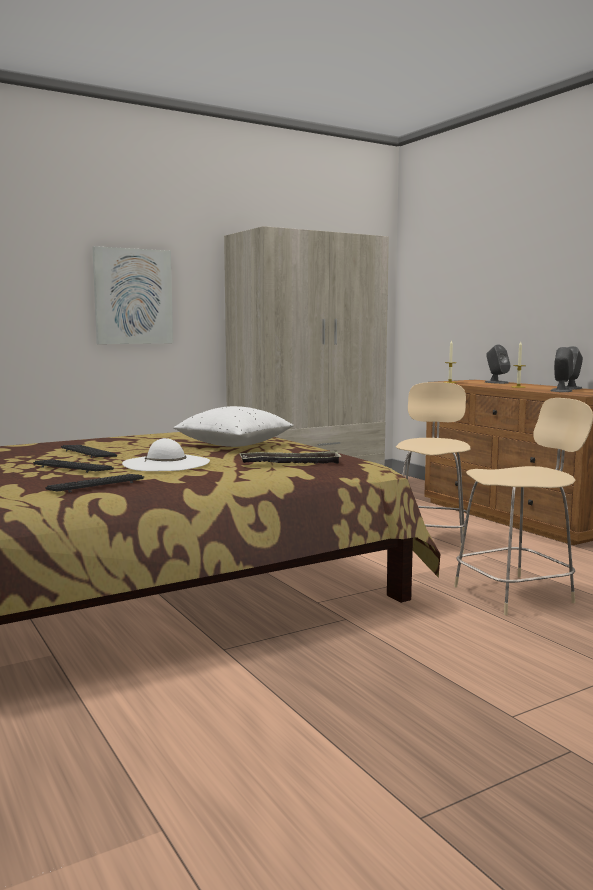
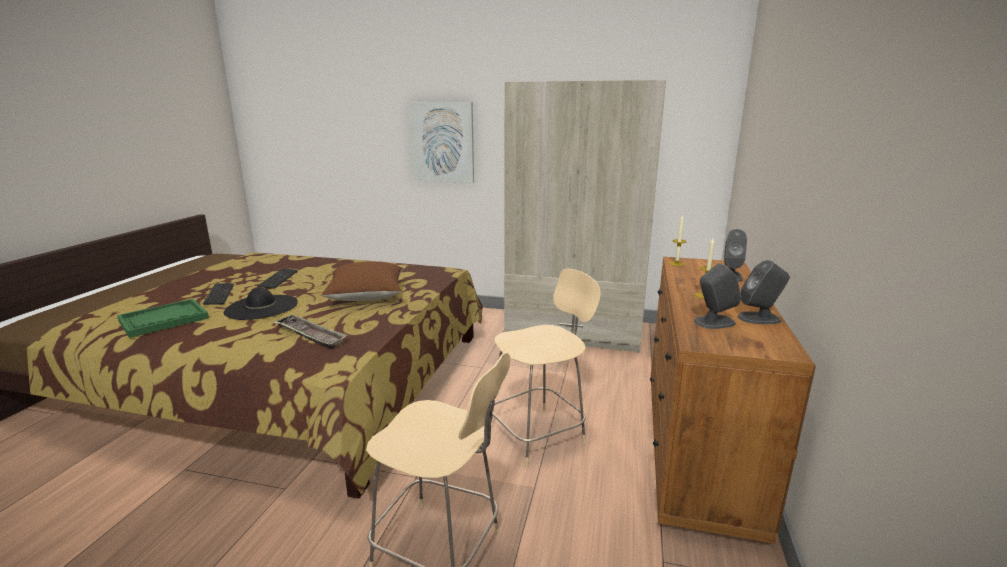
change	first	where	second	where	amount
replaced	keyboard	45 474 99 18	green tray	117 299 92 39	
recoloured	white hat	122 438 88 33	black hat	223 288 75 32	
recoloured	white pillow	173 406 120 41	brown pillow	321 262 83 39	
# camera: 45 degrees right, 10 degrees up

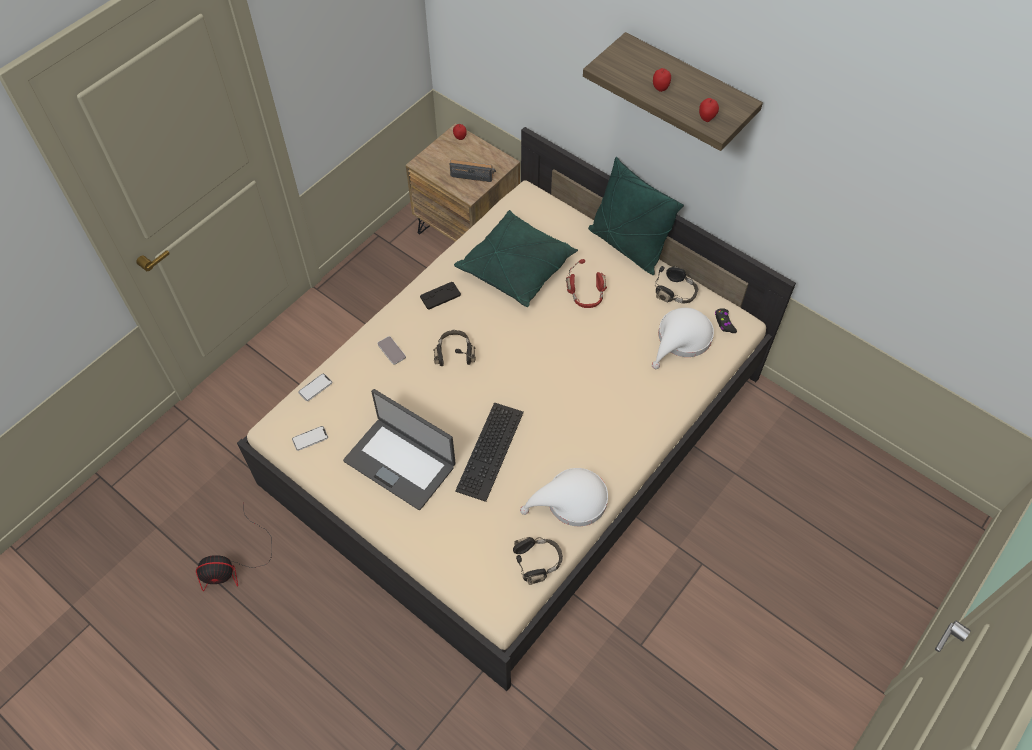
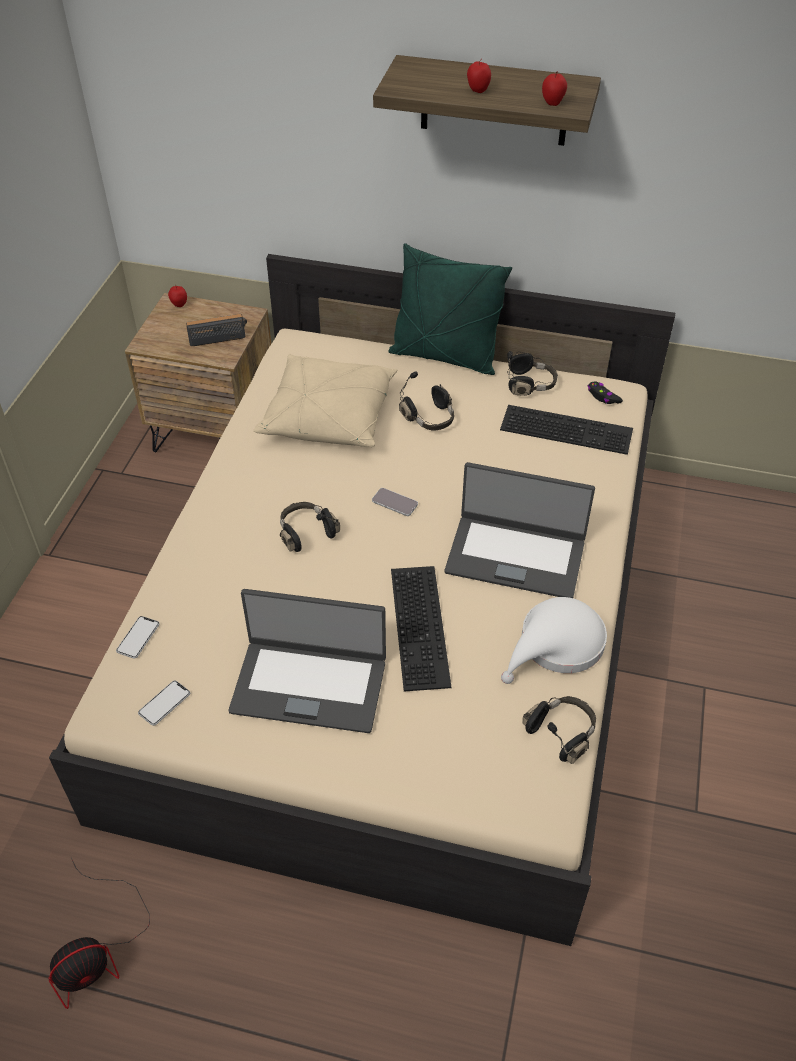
change	first	where	second	where	amount
removed	black game controller	420 282 41 27			
added			laptop	445 462 150 136	
moved	phone	377 336 29 29		372 488 46 28	
replaced	white hat	652 308 62 61	keyboard	500 405 133 50	
recoloured	green pillow	454 210 124 97	beige pillow	254 354 143 93	
recoloured	red headphones	566 259 41 49	black headphones	399 372 55 59	
# camera: 25 degrees left, 10 degrees down

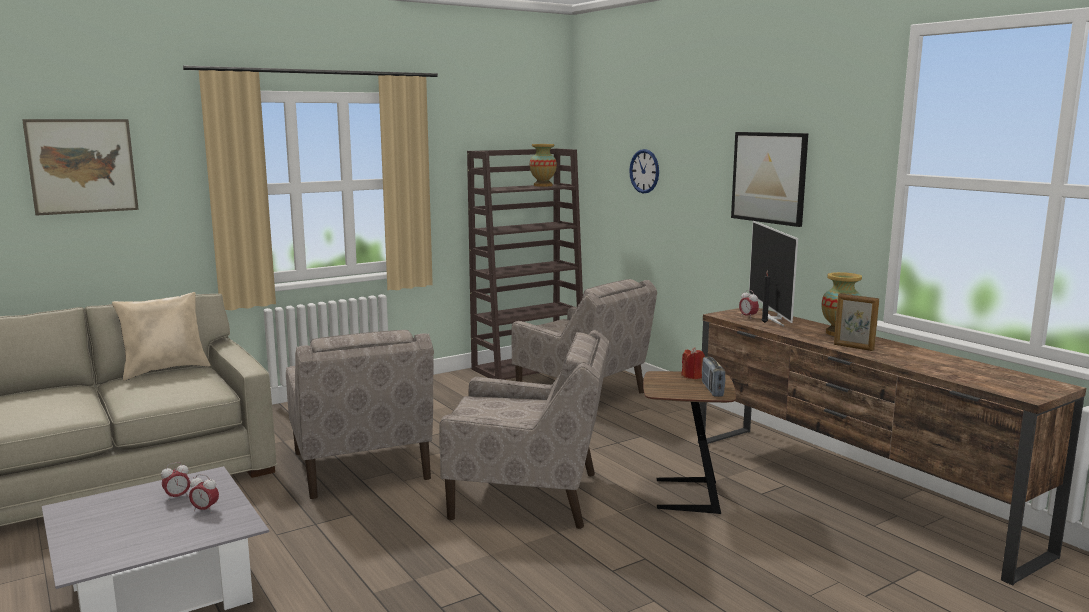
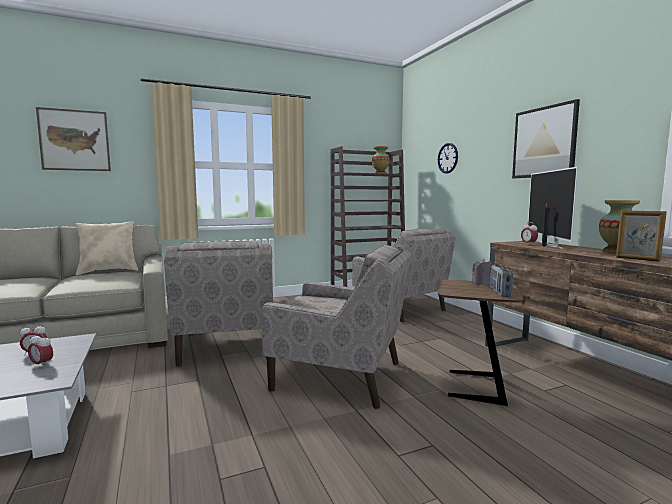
change	first	where	second	where	amount
recoloured	red candle	681 347 24 32	grey candle	472 259 20 26	
# camera: 10 degrees right, 5 degrees down

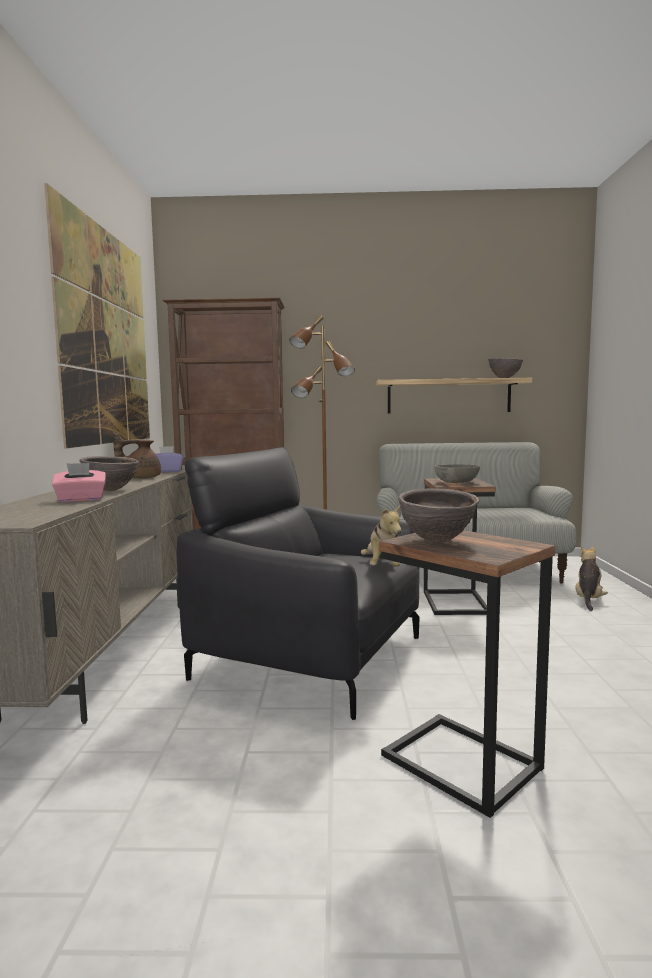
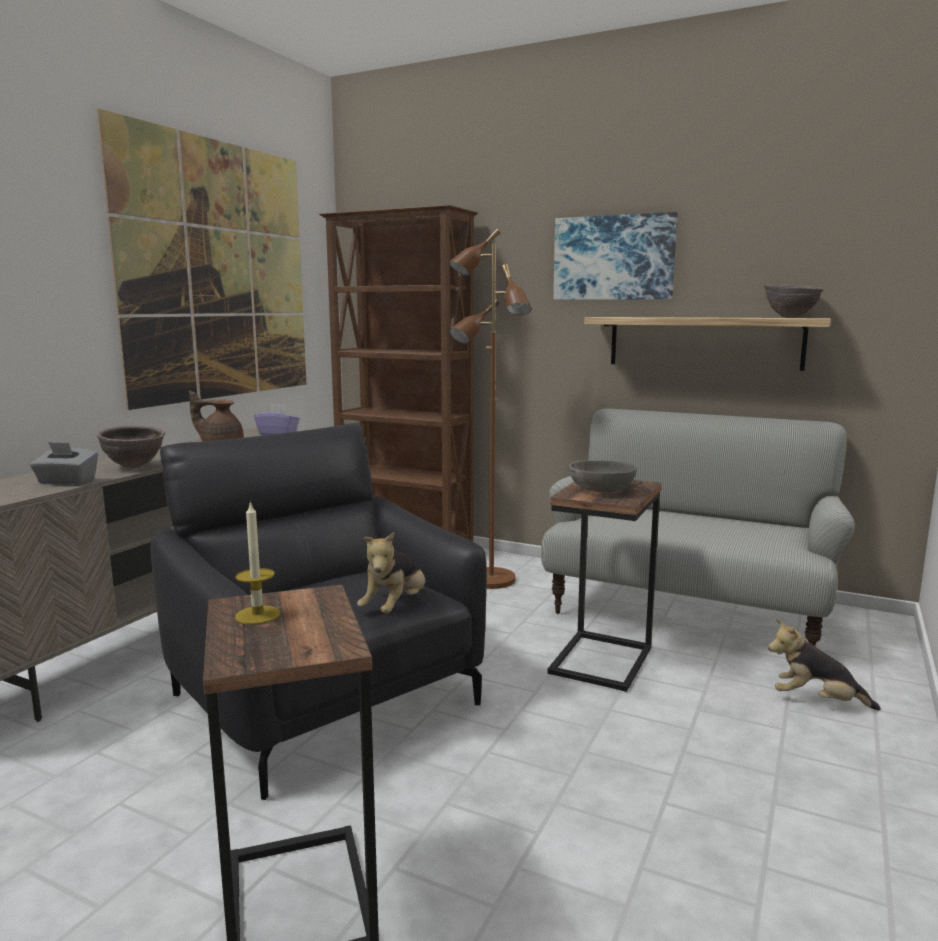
change	first	where	second	where	amount
added			picture	553 212 124 88	
replaced	brown bowl	398 488 81 55	candle	235 501 45 124	
recoloured	pink tissue box	52 463 54 39	grey tissue box	30 442 68 43	
turned	plush toy	575 546 33 65		768 620 113 90	120 degrees counterclockwise
# camera: 25 degrees right, 5 degrees up

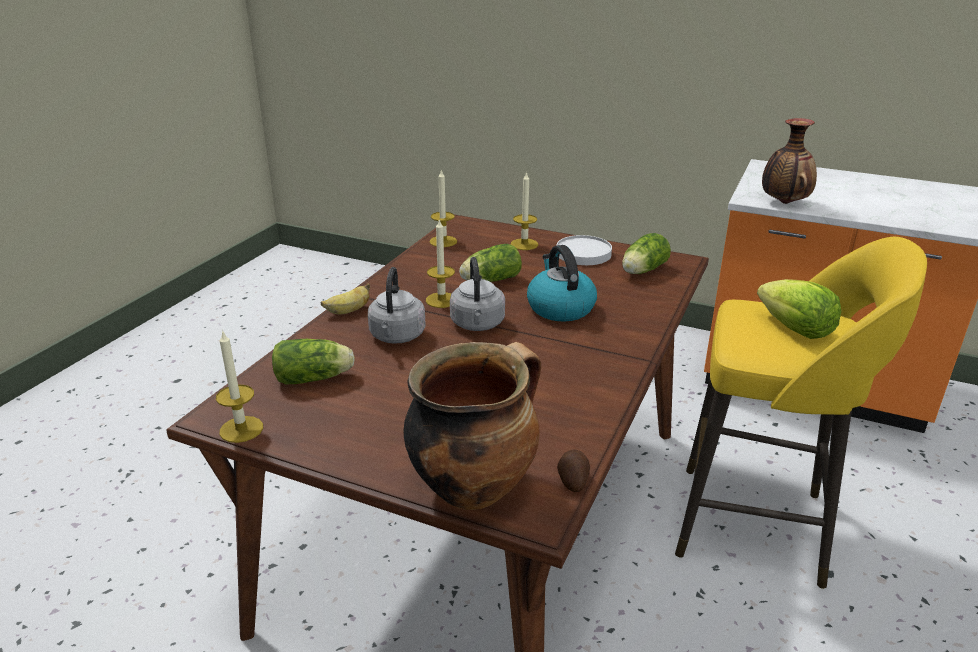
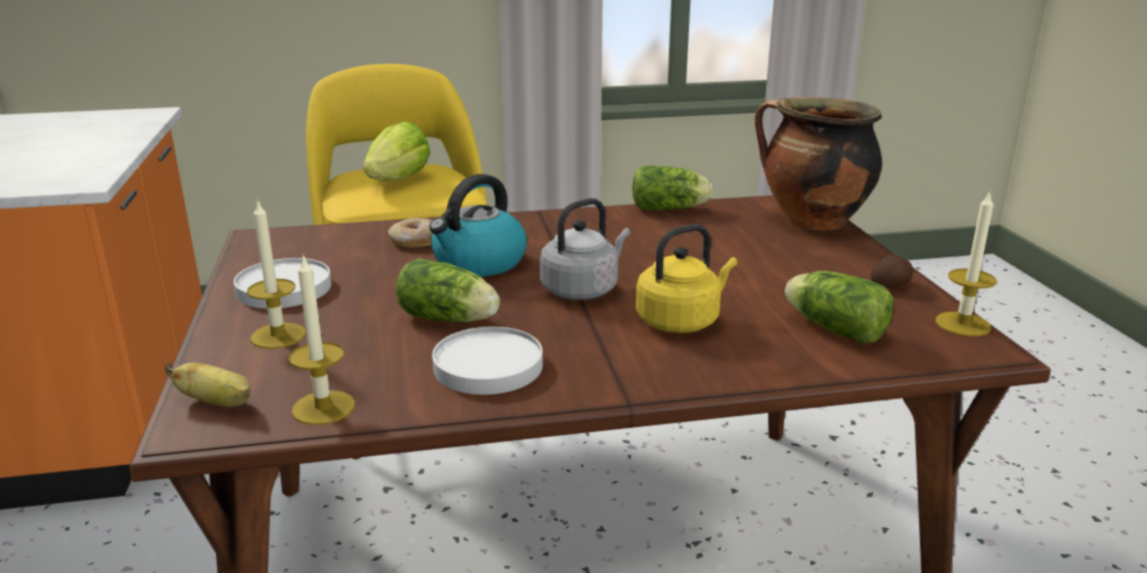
change	first	where	second	where	amount
removed	candle	426 218 29 90			
removed	vase	762 118 55 86			
added			donut	388 218 45 30	
added			white plate	432 327 111 68	
moved	banana	321 283 49 31		165 362 86 45	
moved	potato	557 450 33 42		871 254 42 34	
moved	lettuce	622 233 49 41		632 166 81 44	
recoloured	grey kettle	368 267 58 77	yellow kettle	636 224 101 109	
# camera: 125 degrees left, 5 degrees down

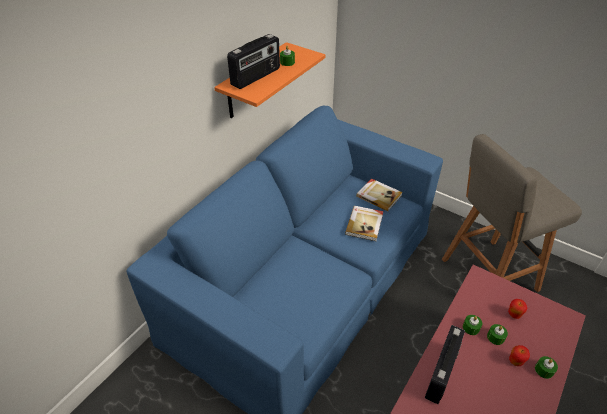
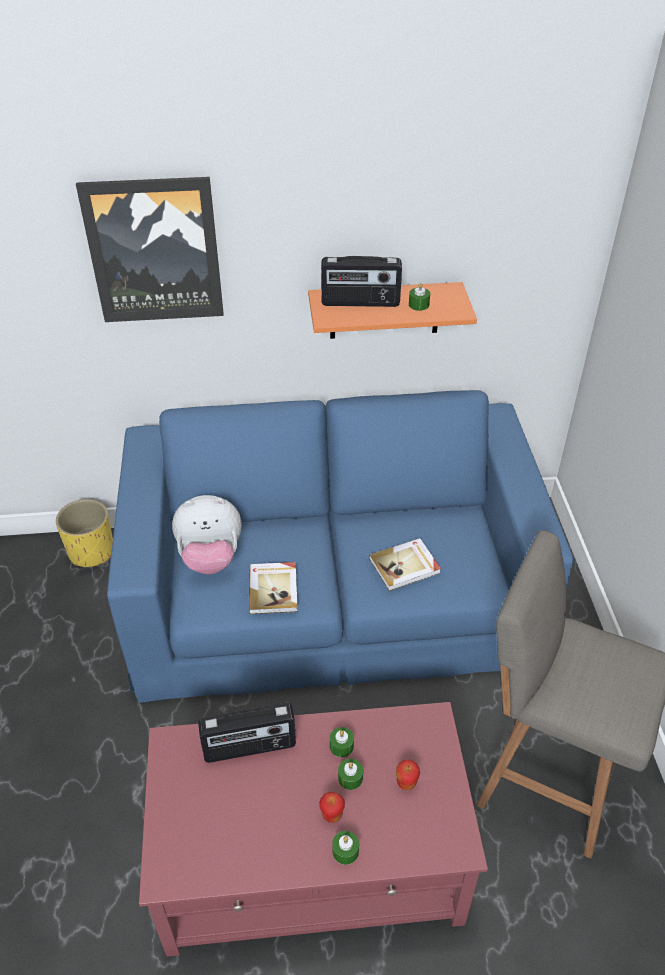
change	first	where	second	where	amount
added			yellow planter	56 499 57 68	
added			picture	76 177 148 145	
added			plush toy	172 495 70 79	
moved	book	356 178 47 33		249 562 49 52	
# camera: 50 degrees right, 0 degrees up

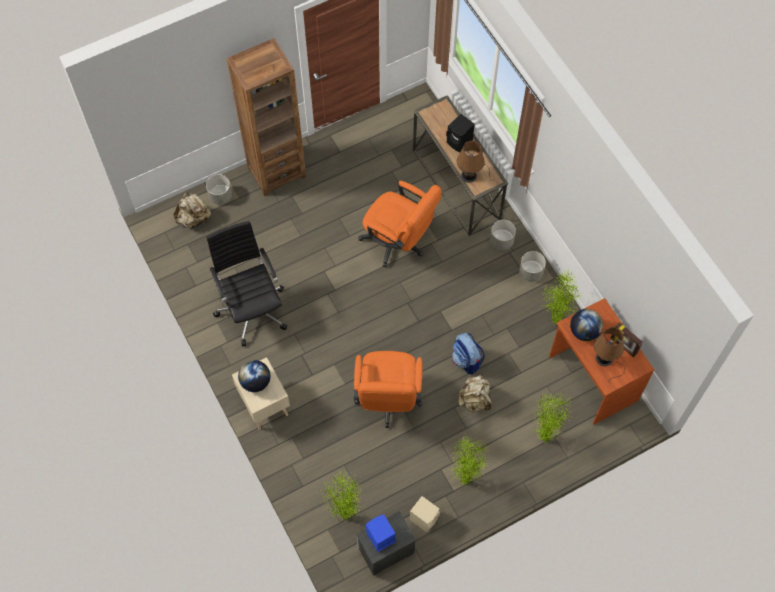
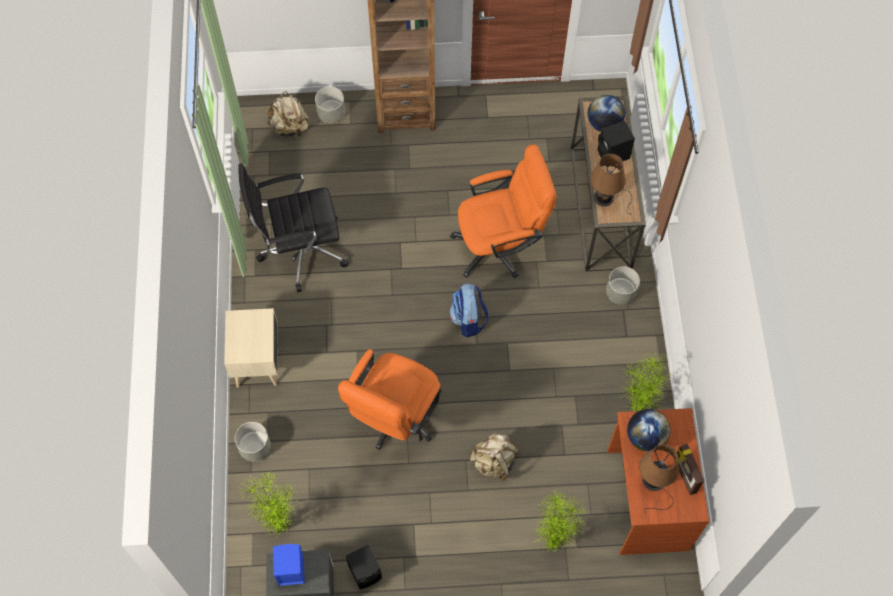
change	first	where	second	where	amount
removed	potted plant	450 436 40 50			
moved	globe	238 360 32 32		588 95 37 37	
moved	backpack	452 333 33 41		449 283 40 54	
moved	grey planter	519 251 27 31		235 422 36 39	
recoloured	beige speaker	410 496 30 36	black speaker	346 545 36 44	
turned	black office chair	206 221 81 125		238 163 110 129	105 degrees counterclockwise
turned	orange office chair	359 181 83 86		450 144 107 134	75 degrees counterclockwise
# camera: 25 degrees right, 0 degrees up

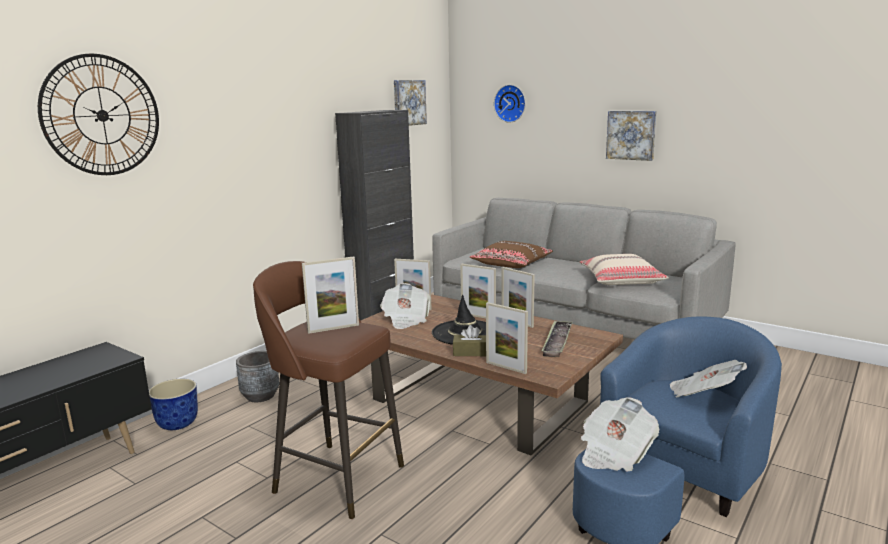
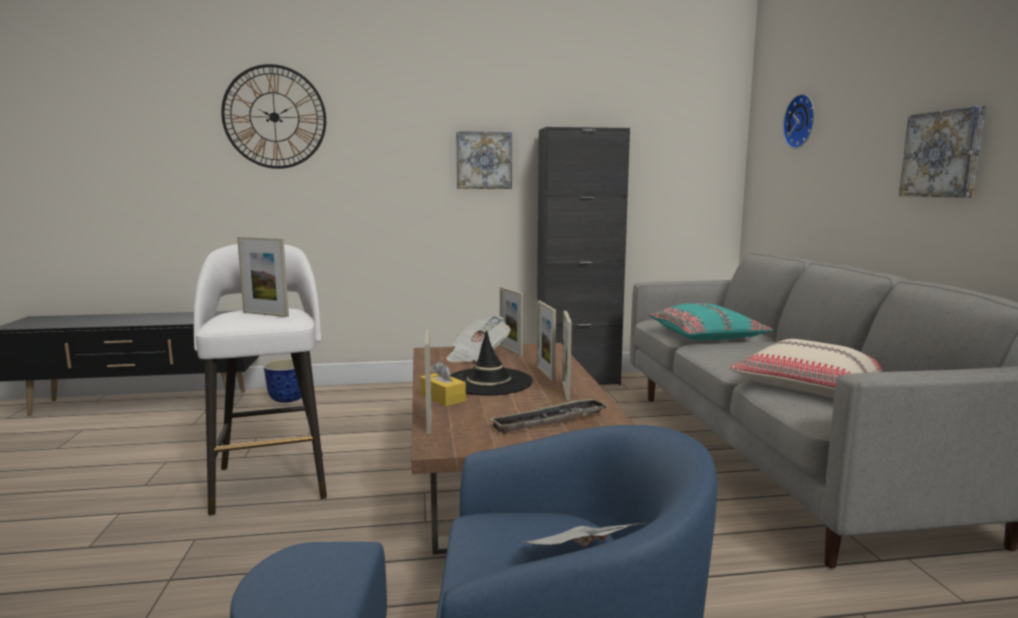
change	first	where	second	where	amount
removed	grey planter	236 351 43 51			
removed	newspaper	581 397 79 75			
moved	picture	394 80 33 46		456 131 56 58	
recoloured	brown stool	253 261 151 258	white stool	194 244 133 272	
recoloured	brown tissue box	453 325 33 31	yellow tissue box	420 361 46 46	
recoloured	brown pillow	469 241 84 27	turquoise pillow	649 303 124 37	
# camera: 45 degrees right, 5 degrees down

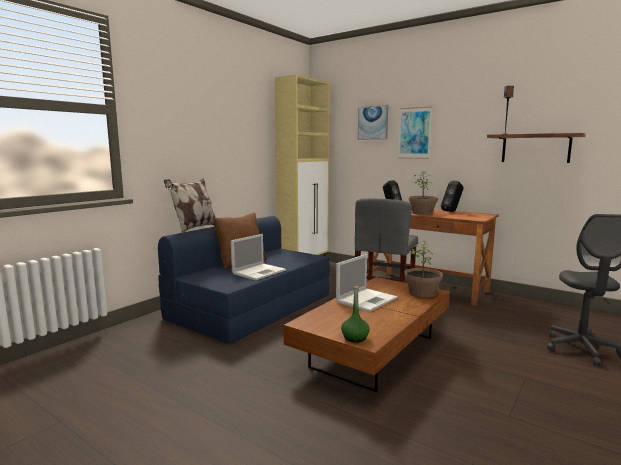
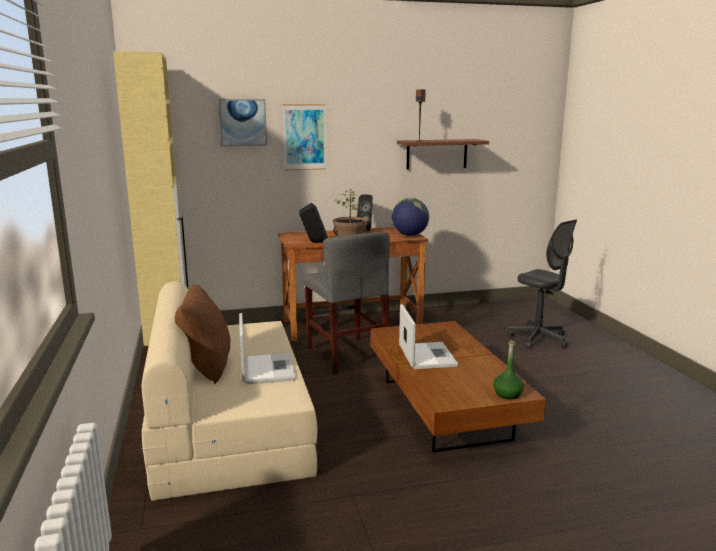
change	first	where	second	where	amount
removed	pillow	164 178 52 55			
removed	potted plant	404 240 39 58			
added			globe	392 198 37 38	
recoloured	blue sofa	158 216 172 128	beige sofa	142 281 175 220	
# camera: 50 degrees left, 5 degrees up

